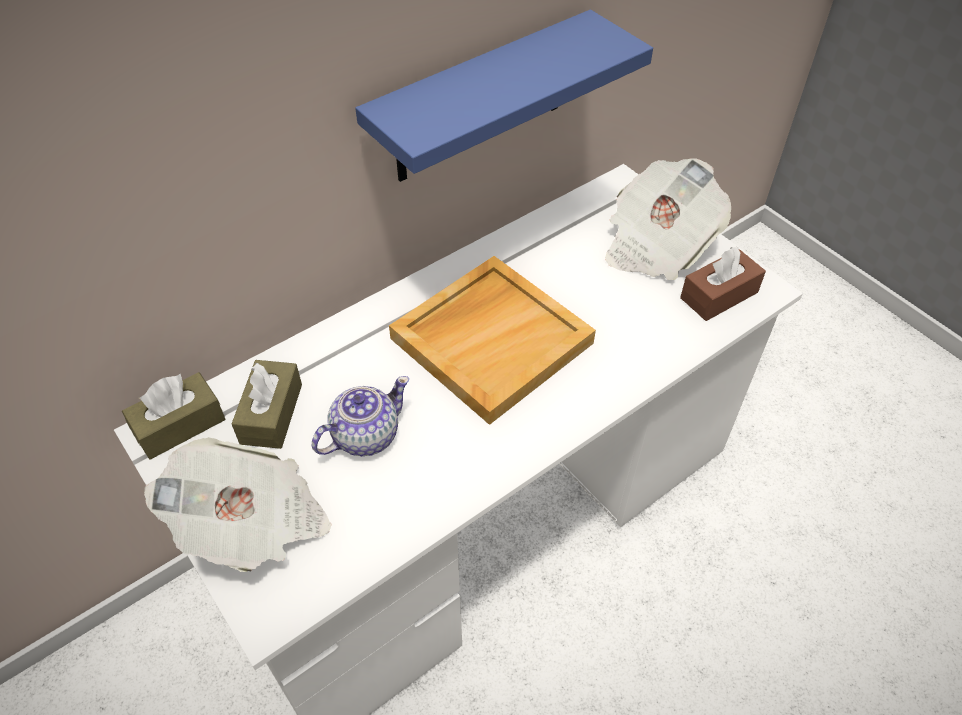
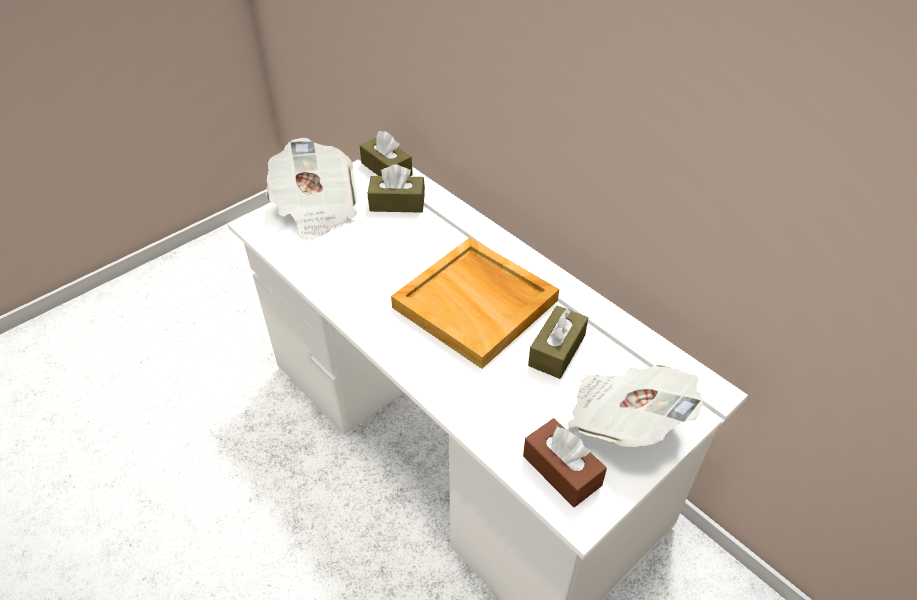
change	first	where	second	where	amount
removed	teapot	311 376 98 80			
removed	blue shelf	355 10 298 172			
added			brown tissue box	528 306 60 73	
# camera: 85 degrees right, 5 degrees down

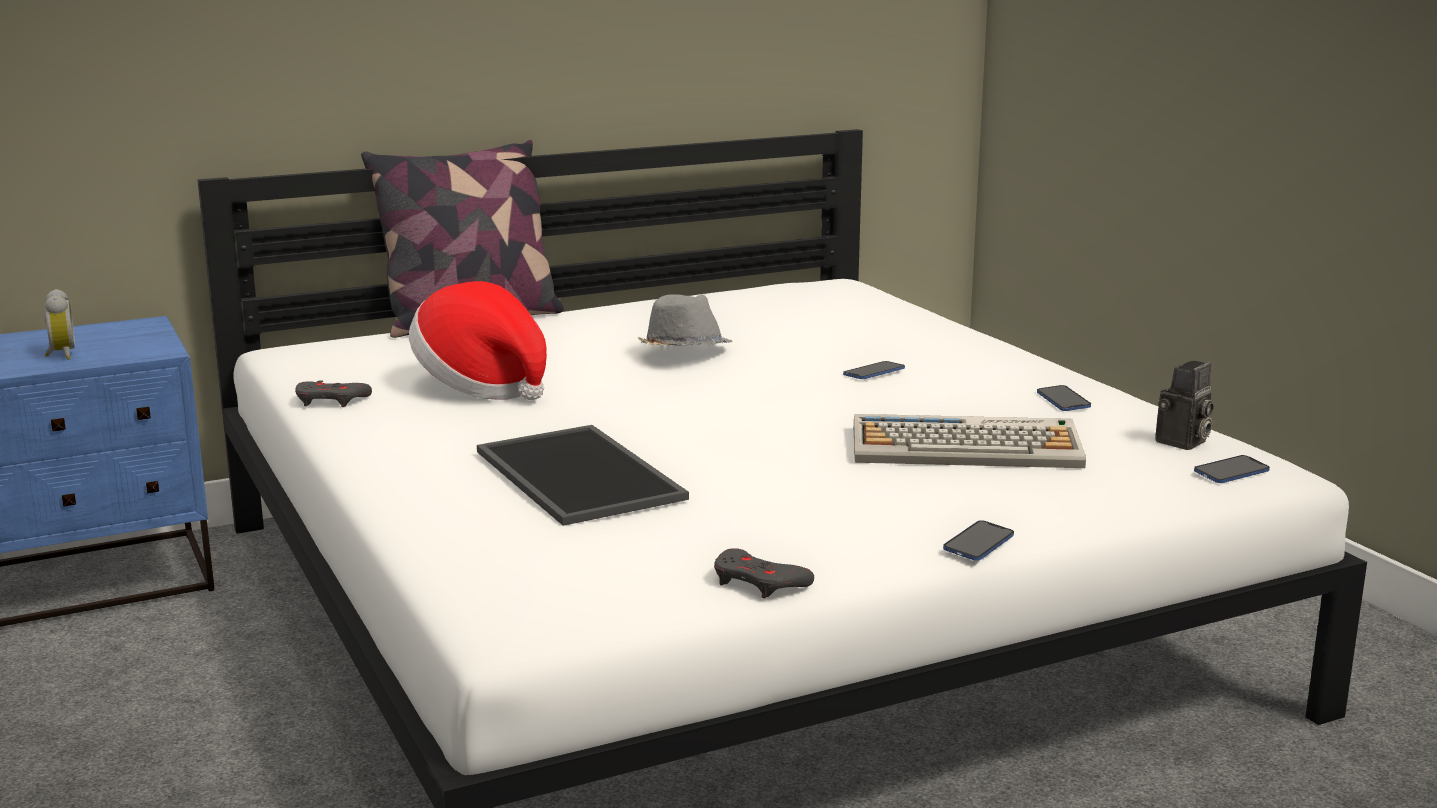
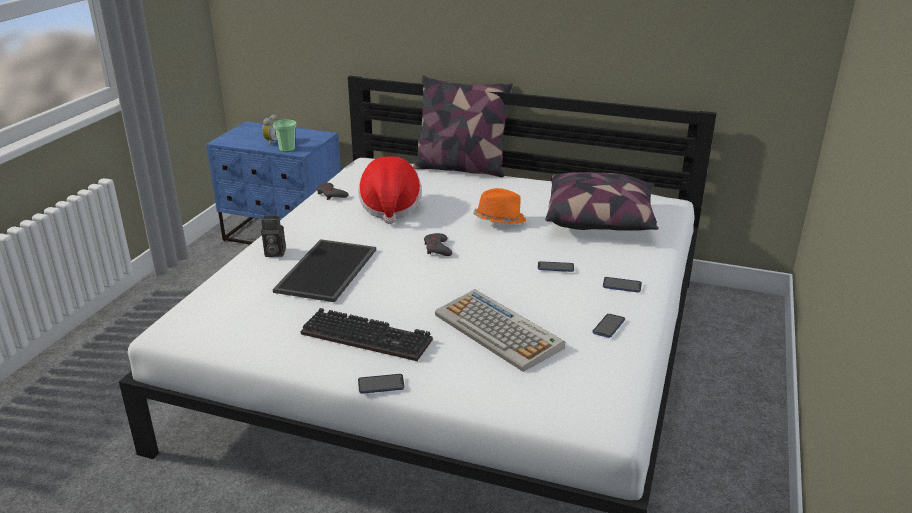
change	first	where	second	where	amount
added			cup	273 119 23 33	
added			keyboard	301 308 132 53	
added			pillow	546 172 113 59	
moved	grey game controller	714 548 100 50		424 233 28 23	
moved	photo camera	1155 361 59 89		261 216 25 41	
moved	phone	1194 455 76 28		603 277 39 16	
recoloured	grey hat	638 294 95 52	orange hat	473 188 53 36	
# camera: 45 degrees right, 10 degrees up

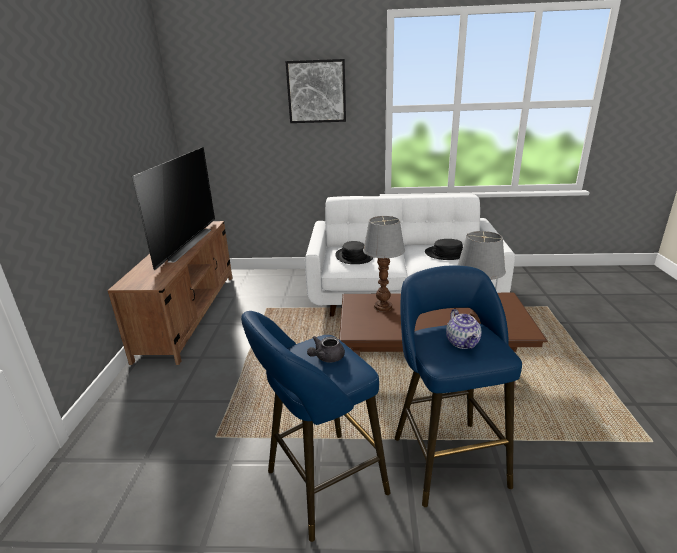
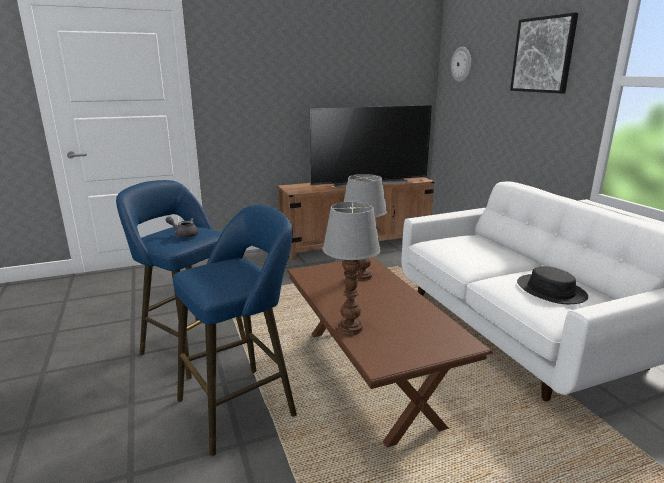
change	first	where	second	where	amount
removed	black hat	335 241 39 23			
removed	teapot	446 309 35 40			
added			wall clock	451 47 20 35	
# camera: 65 degrees right, 5 degrees down

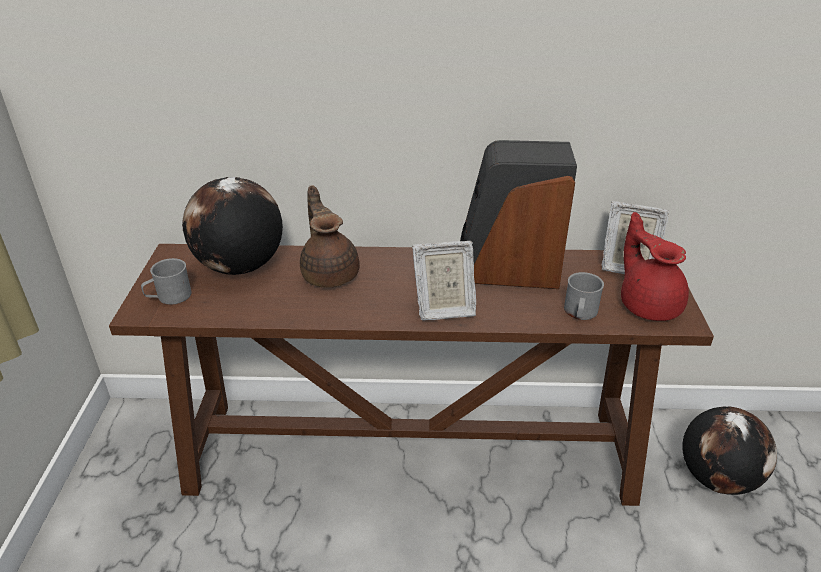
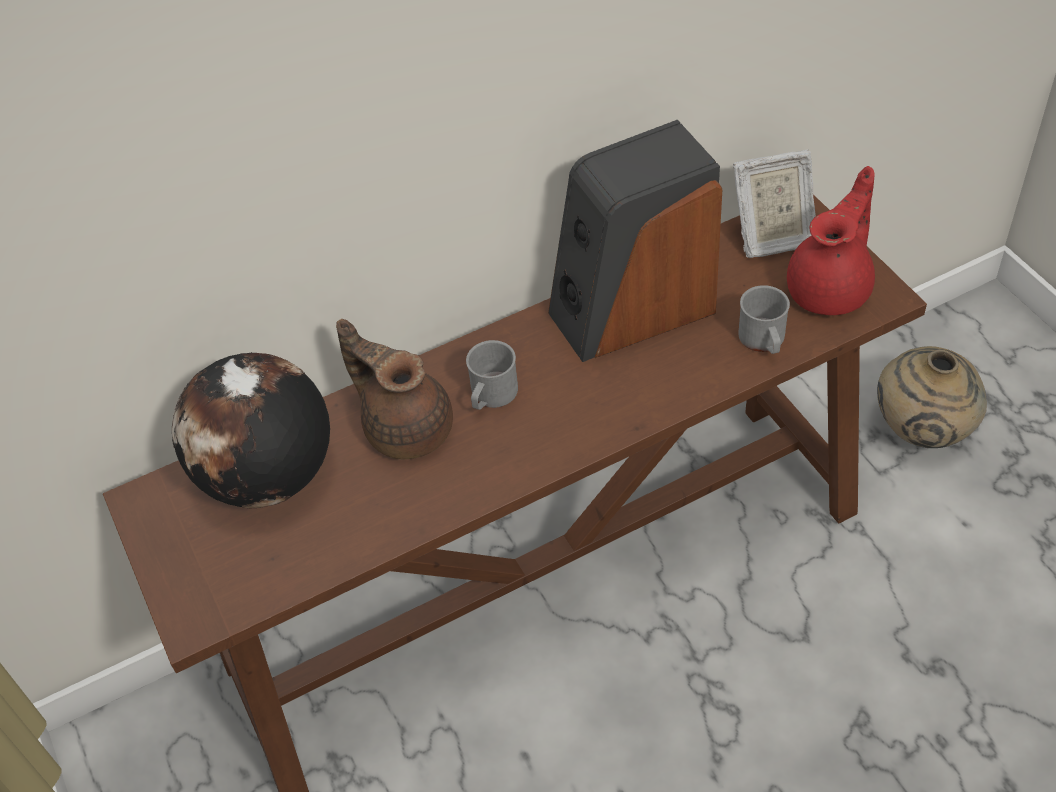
change	first	where	second	where	amount
removed	picture frame	412 241 64 80			
moved	grey mug	141 258 50 47		466 340 52 70	
replaced	globe	682 406 95 89	beige vase	877 346 110 102	
turned	red teapot	621 212 68 109		787 166 88 149	90 degrees clockwise
# camera: 25 degrees left, 15 degrees up

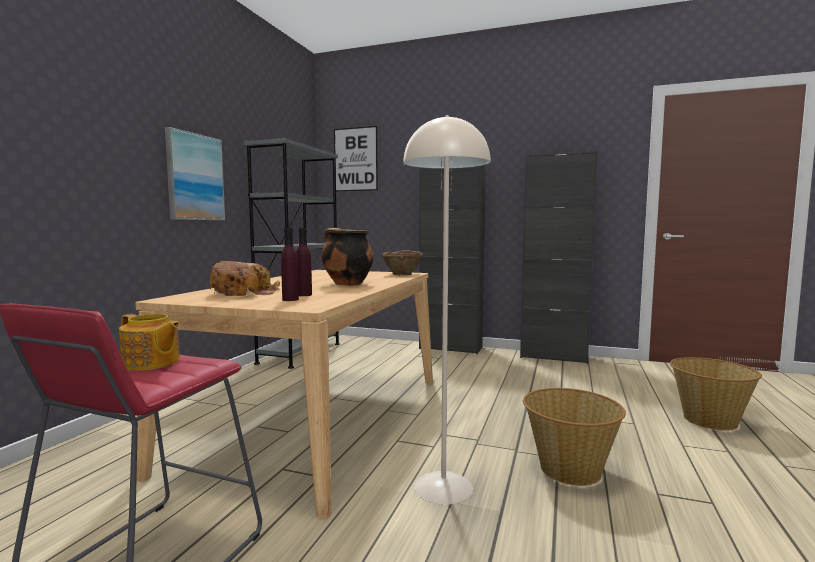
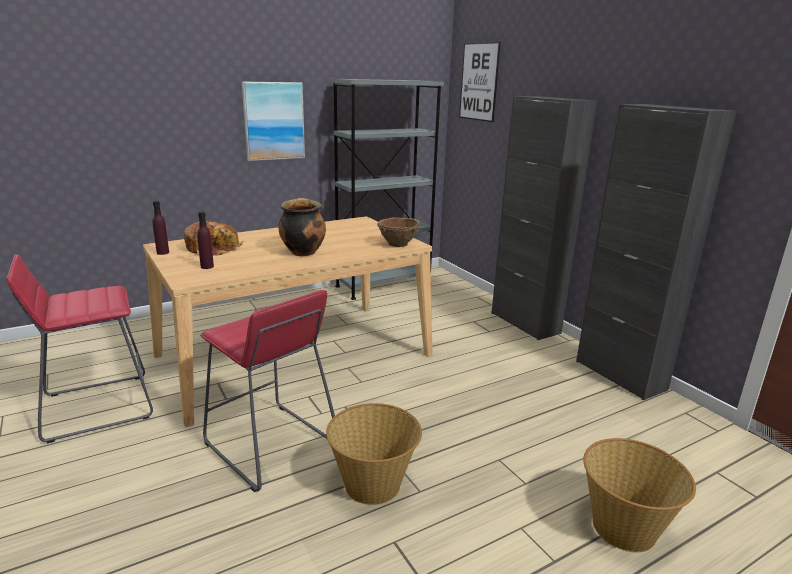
change	first	where	second	where	amount
removed	teapot	119 314 61 57			
moved	purple bottle	296 228 16 68		153 201 16 54	
replaced	beige floor lamp	403 115 87 390	red stool	200 290 135 202	
# camera: 40 degrees right, 15 degrees up

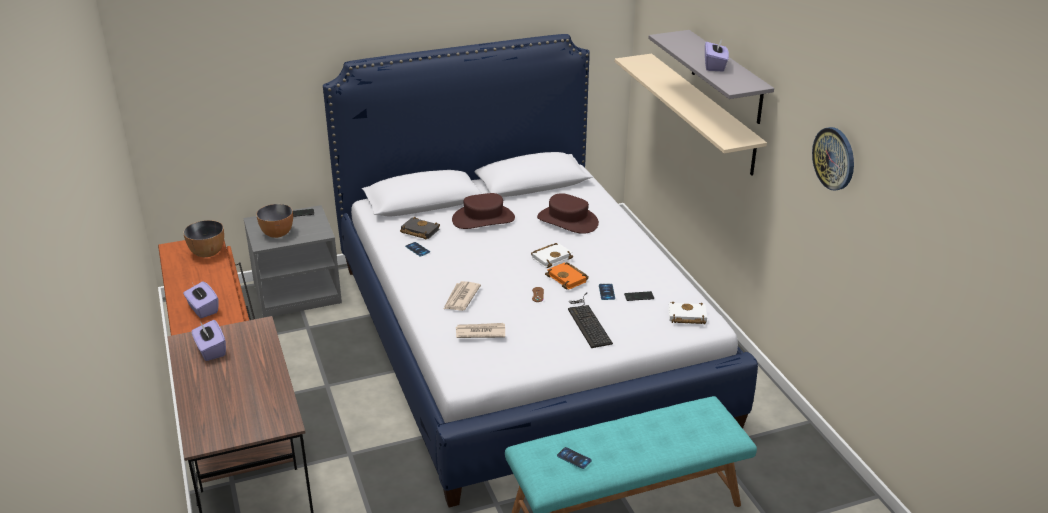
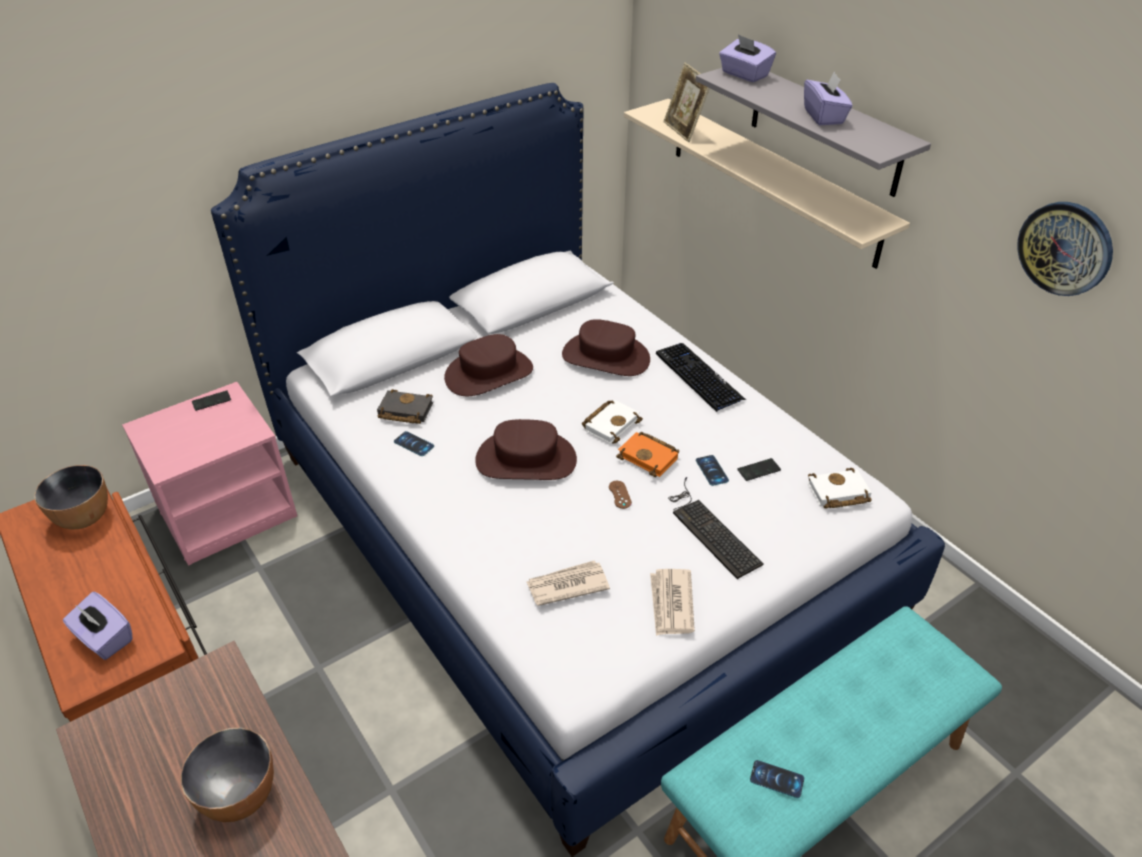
change	first	where	second	where	amount
added			brown hat	475 419 102 61	
added			keyboard	656 343 90 69	
added			picture frame	663 62 47 80	
moved	purple tissue box	191 320 35 41		719 34 57 48	
moved	bowl	256 204 37 34		180 727 94 95	
moved	newspaper	444 281 37 30		650 569 45 67	
recoloured	grey nightstand	243 205 99 113	pink nightstand	122 382 175 184	
# camera: 15 degrees left, 10 degrees up

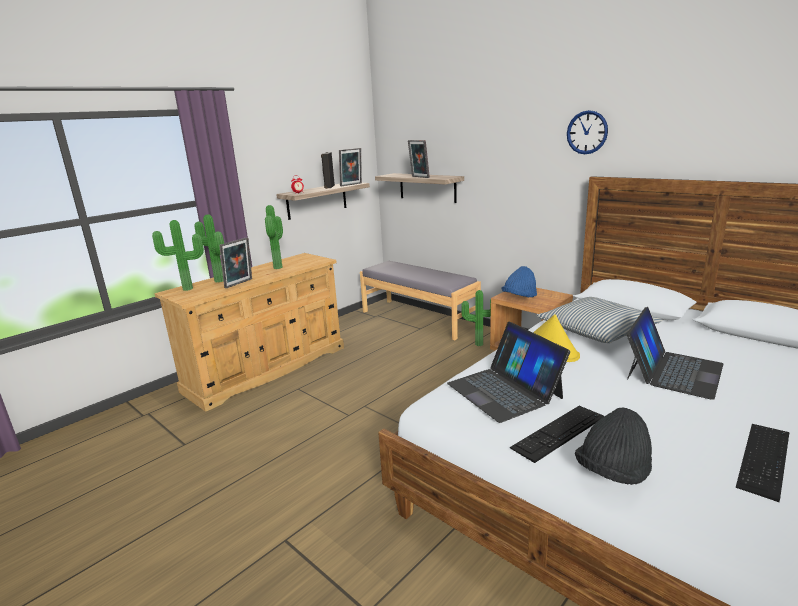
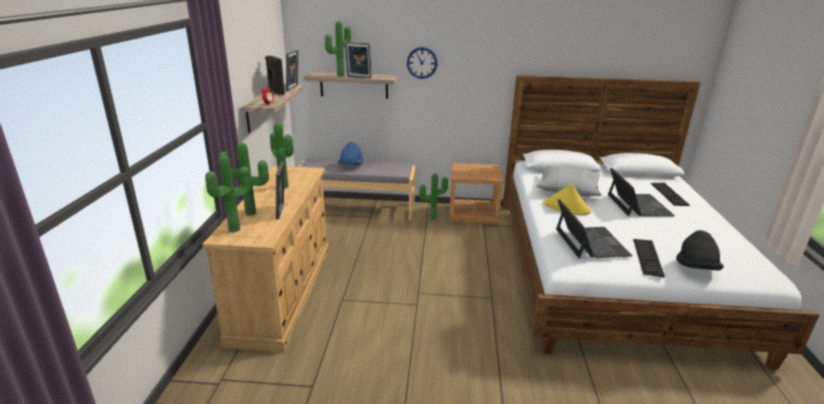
change	first	where	second	where	amount
added			potted plant	325 21 26 56	
moved	blue hat	501 266 36 31		338 142 25 23	
moved	wall clock	567 110 41 44		407 47 31 32	
moved	keyboard	735 424 54 78		650 183 40 23	
turned	laptop	447 322 123 101		556 199 76 60	120 degrees counterclockwise
# camera: 40 degrees left, 5 degrees up

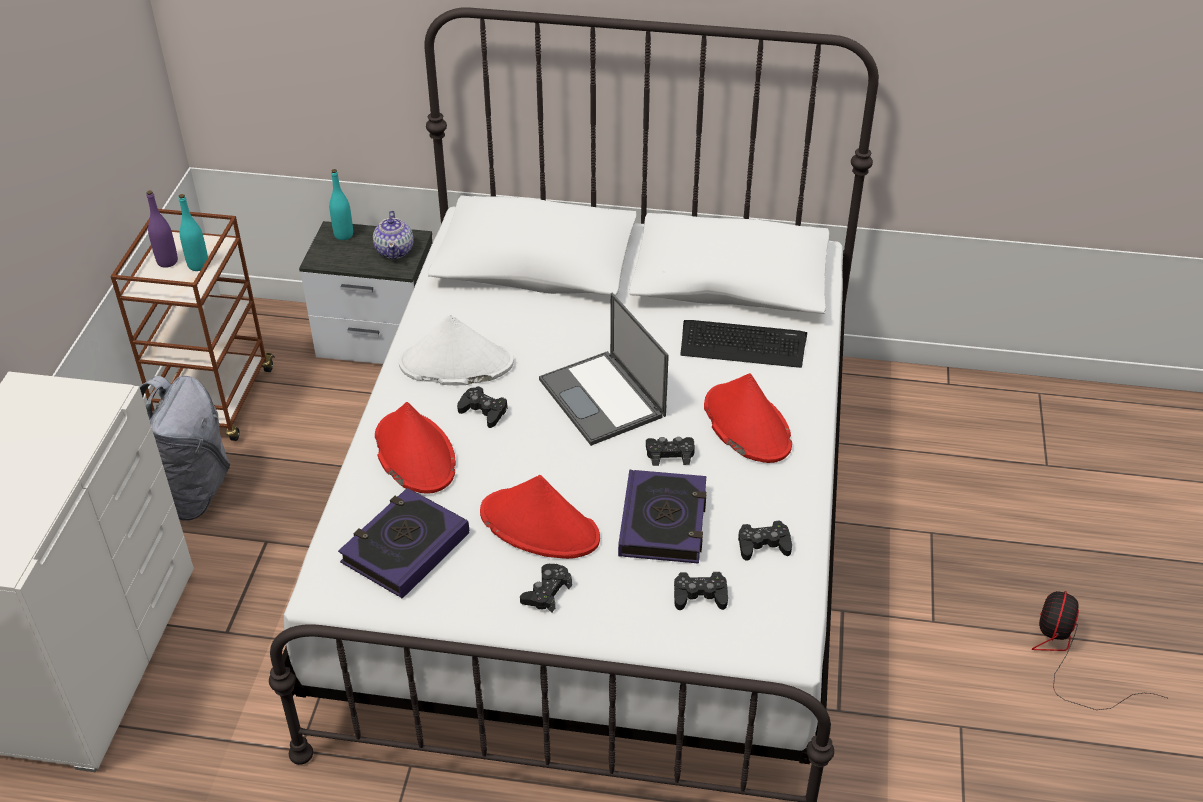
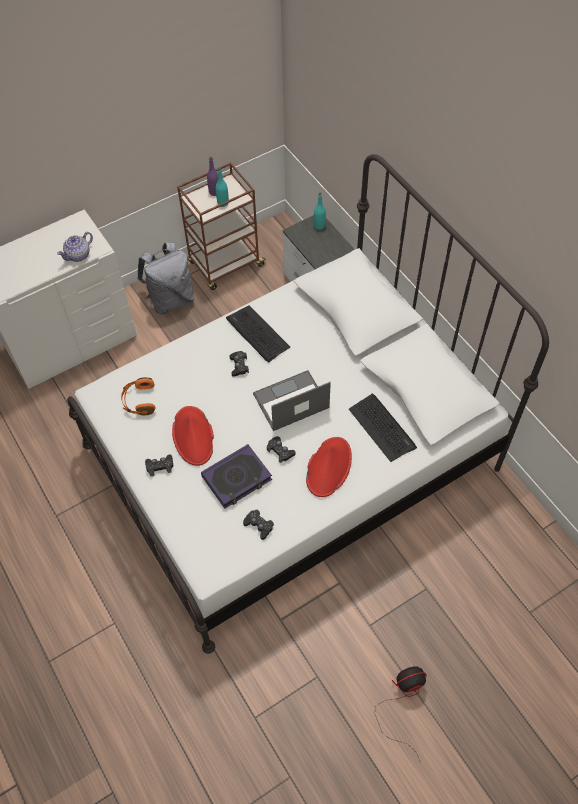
change	first	where	second	where	amount
removed	red hat	375 402 81 92			
removed	black game controller	674 572 54 38			
moved	teapot	373 211 41 48		57 232 36 30	
replaced	book	338 488 131 111	orange headphones	121 377 34 38	
replaced	white hat	399 315 115 70	keyboard	226 305 64 58	
turned	laptop	539 293 130 153		253 370 78 61	45 degrees clockwise
# camera: 50 degrees right, 15 degrees up

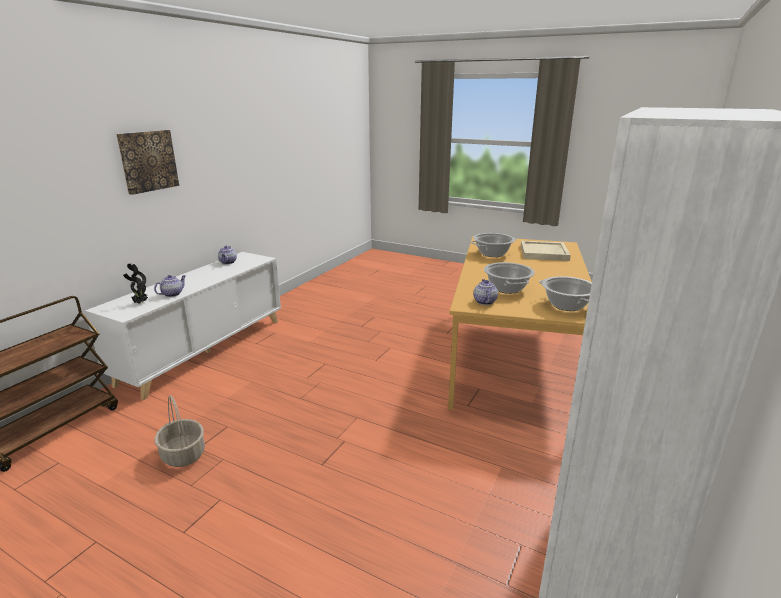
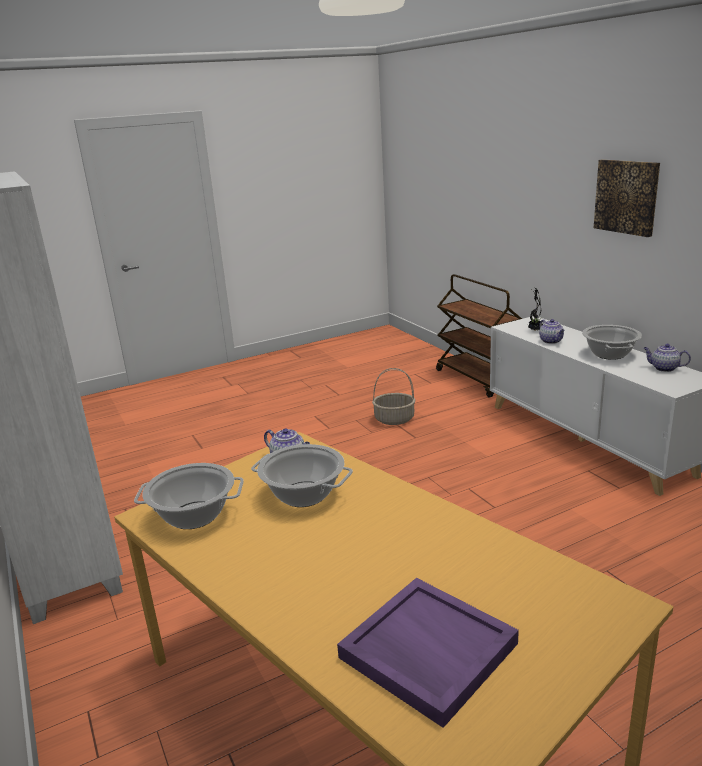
change	first	where	second	where	amount
moved	cooking pot	471 233 46 24		582 325 60 35	
recoloured	beige tray	521 241 50 20	purple tray	337 578 182 150	
# camera: 125 degrees right, 0 degrees up

